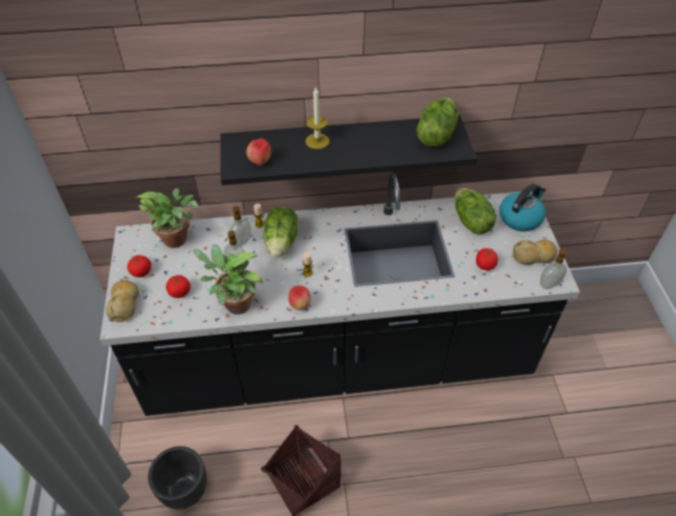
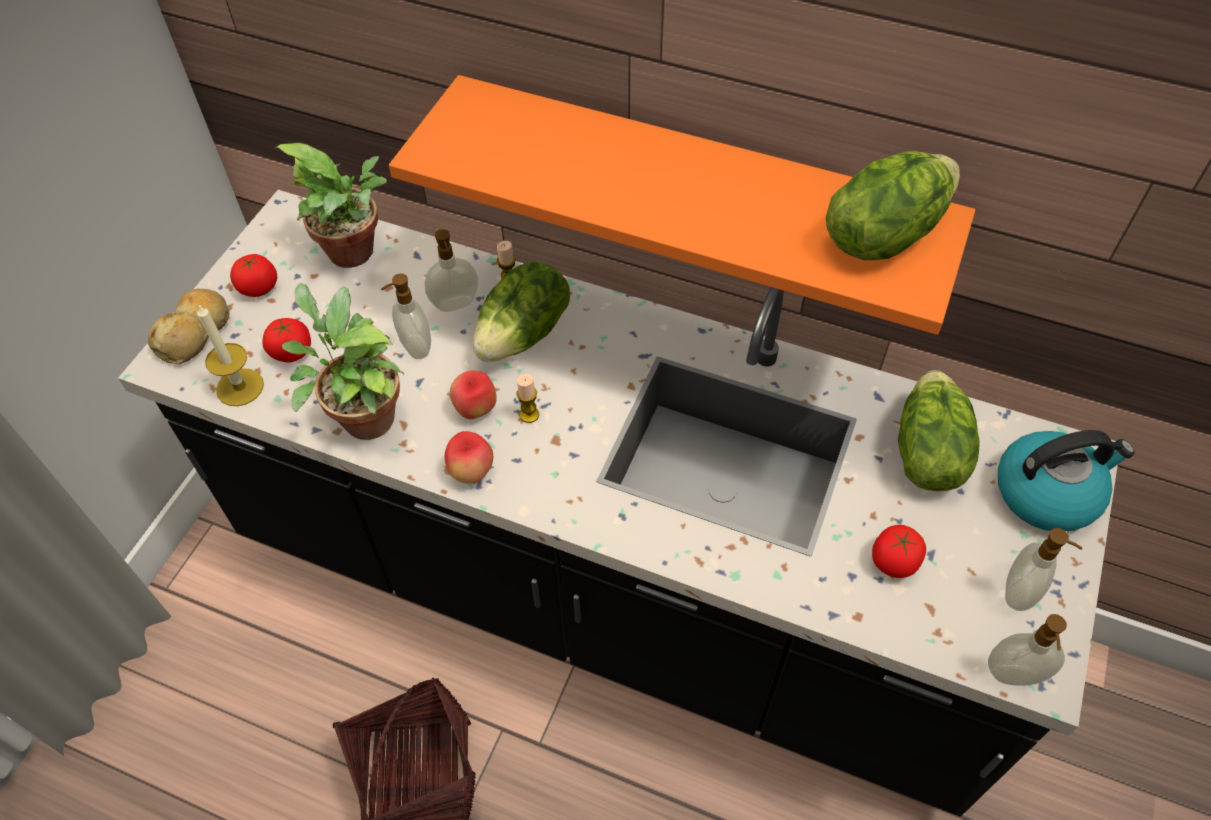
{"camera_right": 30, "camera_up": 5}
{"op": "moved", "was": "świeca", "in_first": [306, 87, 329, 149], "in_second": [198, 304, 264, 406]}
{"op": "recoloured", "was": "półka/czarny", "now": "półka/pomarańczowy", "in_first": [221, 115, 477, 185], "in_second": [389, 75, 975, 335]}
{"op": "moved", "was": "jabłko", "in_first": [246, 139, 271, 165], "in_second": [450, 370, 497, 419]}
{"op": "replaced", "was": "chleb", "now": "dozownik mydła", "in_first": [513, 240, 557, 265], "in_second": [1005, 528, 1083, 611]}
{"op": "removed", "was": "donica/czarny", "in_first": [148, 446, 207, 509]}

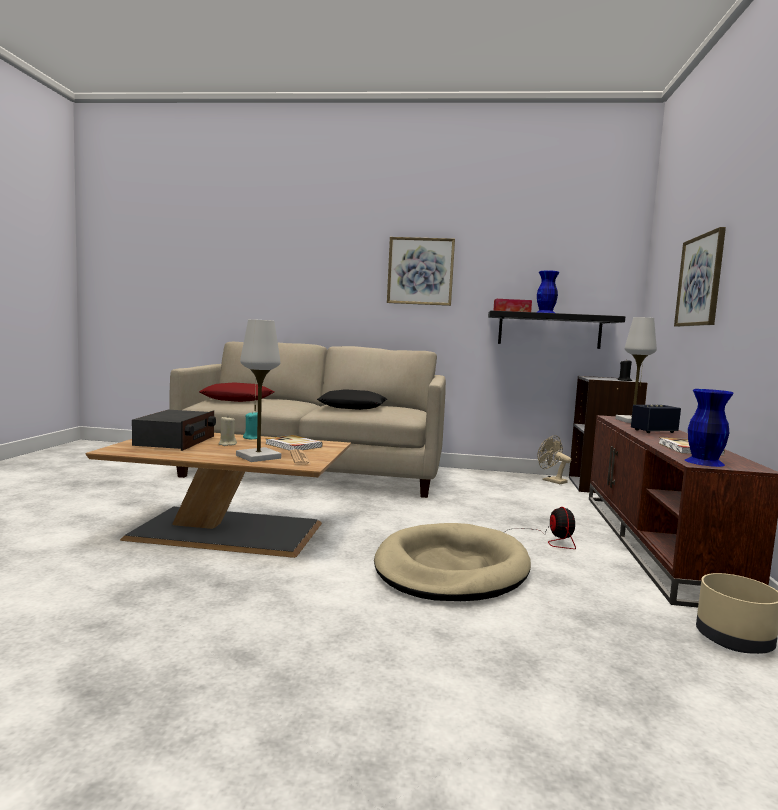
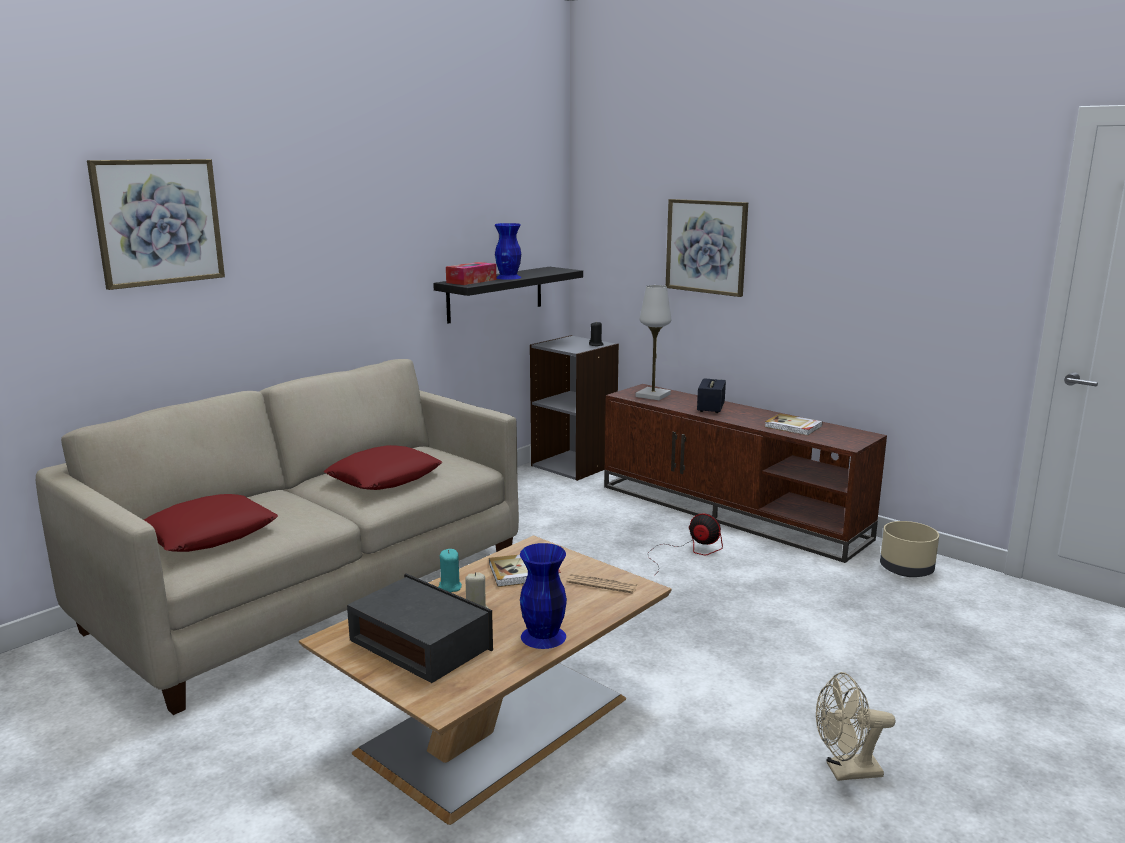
{"camera_right": -55, "camera_up": 10}
{"op": "moved", "was": "obraz", "in_first": [387, 237, 455, 306], "in_second": [87, 159, 225, 290]}
{"op": "removed", "was": "lampa stołowa/biały", "in_first": [236, 319, 281, 462]}
{"op": "recoloured", "was": "poduszka/czarny", "now": "poduszka/czerwony", "in_first": [317, 389, 387, 410], "in_second": [324, 445, 442, 490]}
{"op": "moved", "was": "wazon/niebieski", "in_first": [685, 389, 734, 467], "in_second": [520, 543, 567, 649]}
{"op": "moved", "was": "wentylator/beżowy", "in_first": [537, 435, 571, 484], "in_second": [816, 672, 895, 781]}
{"op": "removed", "was": "legowisko/beżowy", "in_first": [374, 523, 531, 601]}

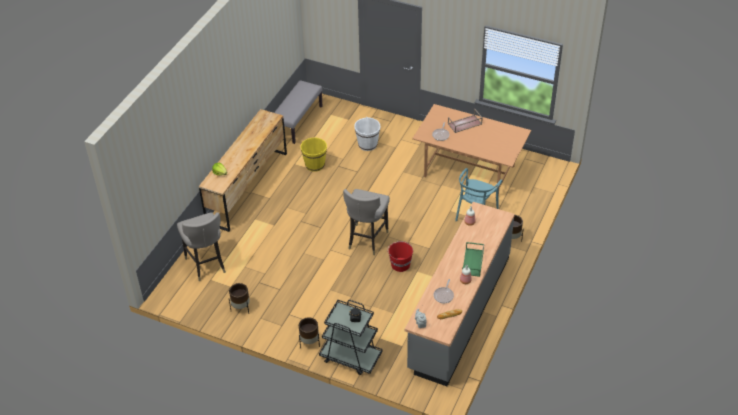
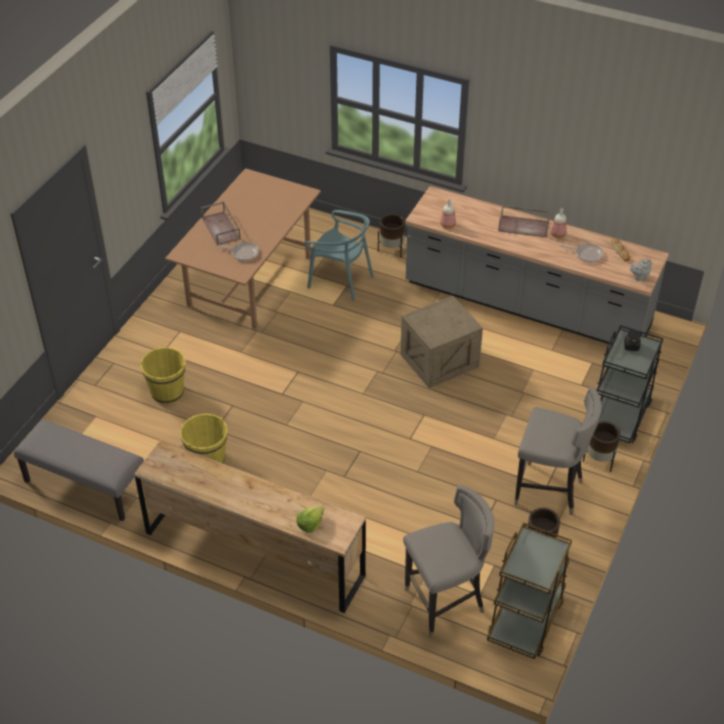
{"camera_right": -90, "camera_up": 0}
{"op": "recoloured", "was": "wiadro/biały", "now": "wiadro/żółty", "in_first": [354, 117, 380, 151], "in_second": [140, 347, 185, 404]}
{"op": "moved", "was": "stołek/szary", "in_first": [343, 189, 390, 255], "in_second": [515, 387, 602, 516]}
{"op": "replaced", "was": "wiadro/czerwony", "now": "skrzynka", "in_first": [387, 241, 413, 272], "in_second": [401, 296, 483, 388]}
{"op": "recoloured", "was": "taca/zielony", "now": "taca/brązowy", "in_first": [462, 242, 484, 277], "in_second": [498, 205, 550, 237]}
{"op": "added", "now": "wózek/brązowy", "in_second": [487, 522, 572, 659]}

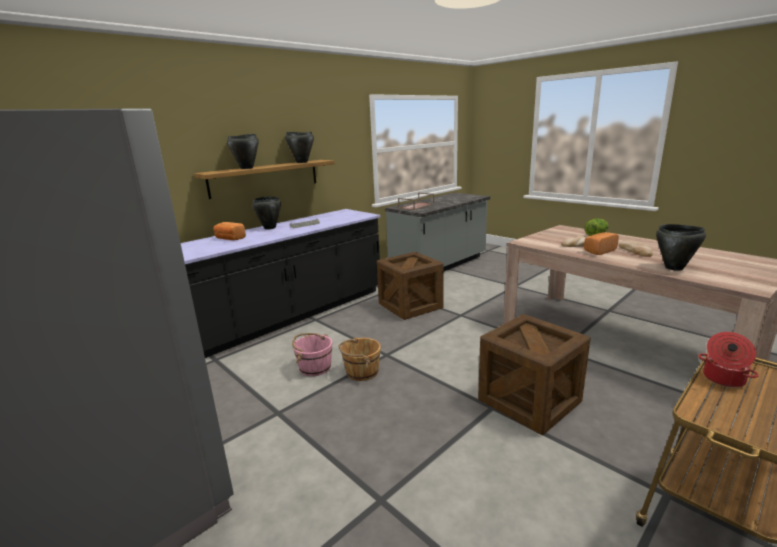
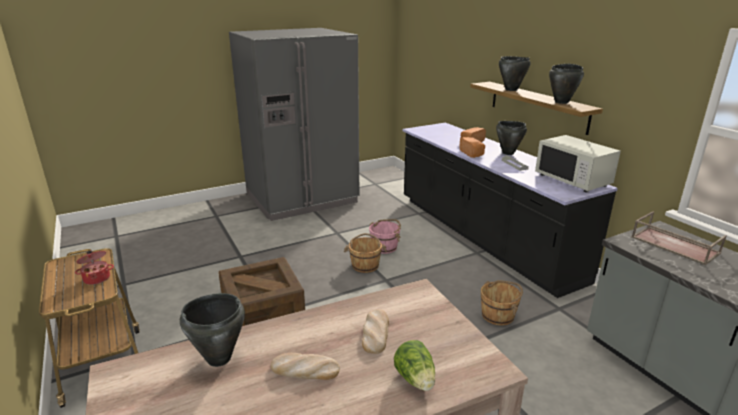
{"camera_right": 105, "camera_up": 5}
{"op": "moved", "was": "chleb", "in_first": [584, 232, 619, 255], "in_second": [459, 137, 485, 158]}
{"op": "replaced", "was": "skrzynka", "now": "wiadro/brązowy", "in_first": [377, 252, 444, 320], "in_second": [481, 280, 523, 325]}
{"op": "added", "now": "mikrofalówka/biały", "in_second": [535, 135, 621, 193]}

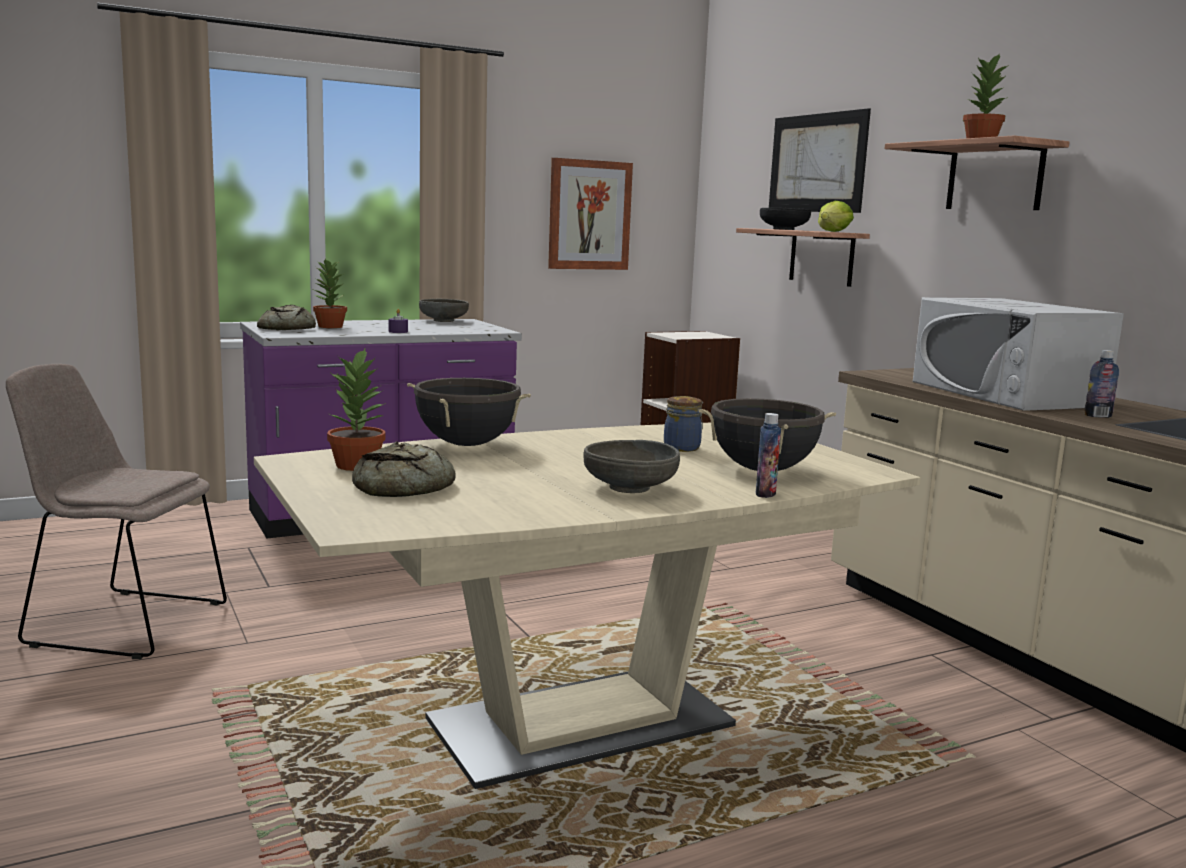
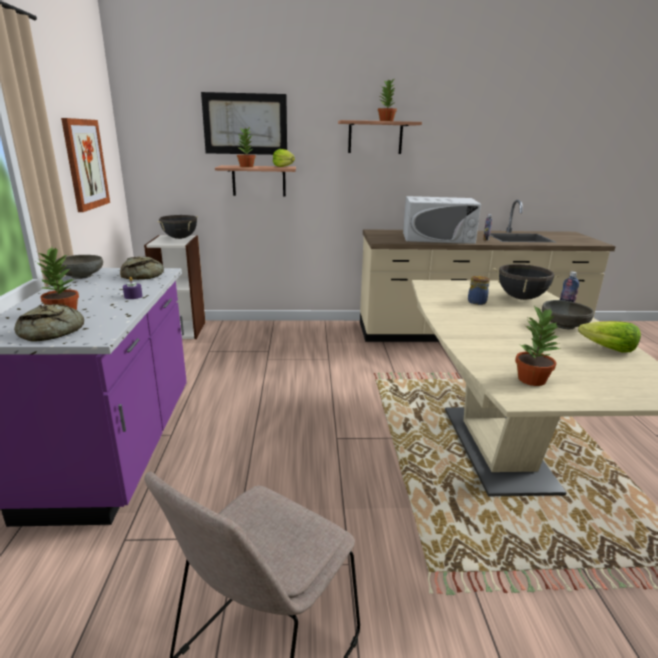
{"camera_right": -65, "camera_up": 10}
{"op": "replaced", "was": "miska/czarny", "now": "roślina doniczkowa", "in_first": [760, 208, 811, 230], "in_second": [236, 127, 256, 167]}
{"op": "moved", "was": "garnek/czarny", "in_first": [407, 378, 531, 446], "in_second": [157, 215, 198, 239]}
{"op": "moved", "was": "chleb", "in_first": [352, 441, 456, 497], "in_second": [120, 256, 164, 280]}
{"op": "added", "now": "sałata", "in_second": [578, 321, 641, 353]}

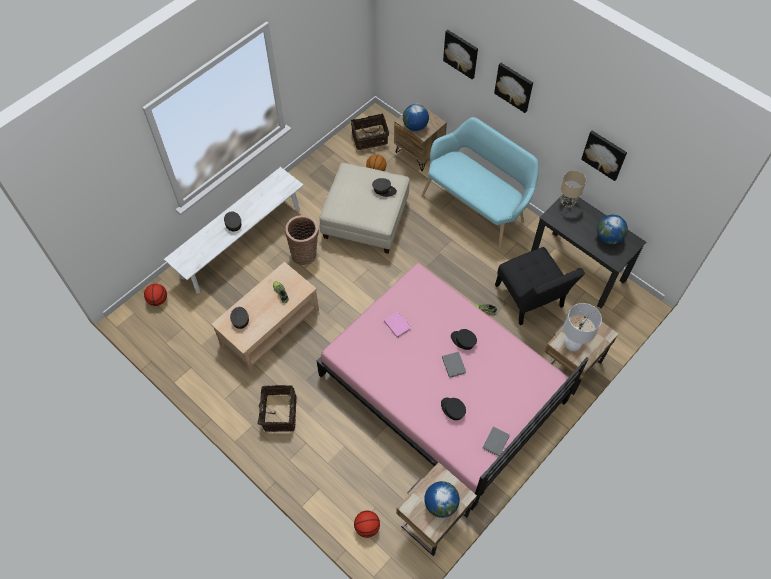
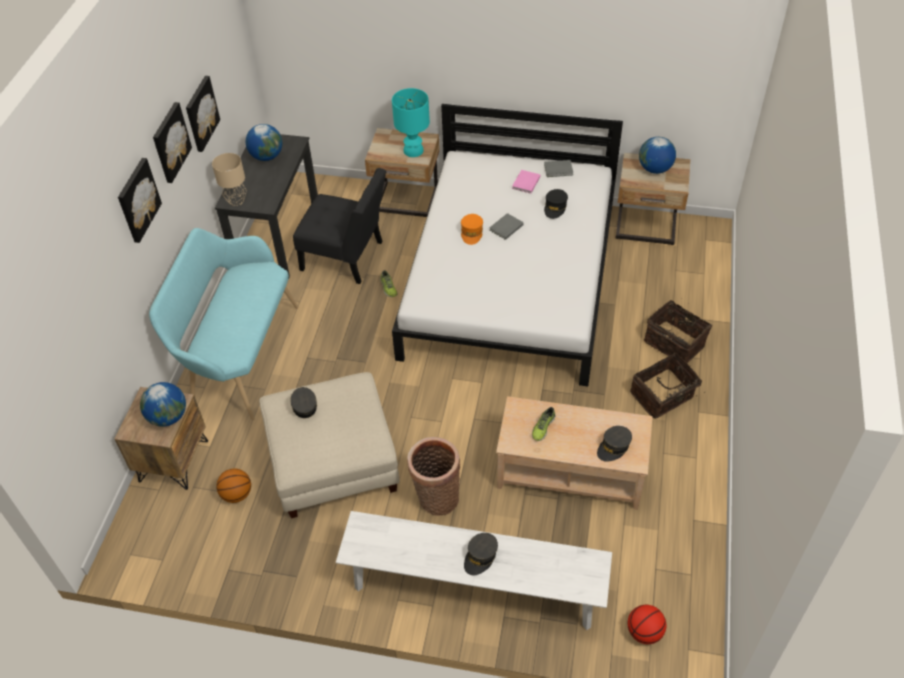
{"camera_right": -120, "camera_up": -10}
{"op": "moved", "was": "obraz", "in_first": [443, 30, 478, 79], "in_second": [153, 102, 192, 183]}
{"op": "moved", "was": "koszyk", "in_first": [351, 114, 389, 150], "in_second": [644, 300, 712, 363]}
{"op": "turned", "was": "krzesło/czarny", "in_first": [495, 247, 585, 325], "in_second": [293, 168, 386, 284], "clockwise": 75}
{"op": "recoloured", "was": "łóżko/różowy", "now": "łóżko/biały", "in_first": [317, 263, 589, 510], "in_second": [392, 104, 623, 386]}
{"op": "recoloured", "was": "lampa stołowa/biały", "now": "lampa stołowa/turkusowy", "in_first": [564, 303, 602, 351], "in_second": [392, 88, 430, 157]}
{"op": "moved", "was": "książka/różowy", "in_first": [384, 312, 411, 338], "in_second": [512, 170, 540, 193]}
{"op": "recoloured", "was": "czapka z daszkiem/czarny", "now": "czapka z daszkiem/pomarańczowy", "in_first": [451, 329, 477, 350], "in_second": [461, 214, 483, 245]}
{"op": "removed", "was": "piłka do koszykówki", "in_first": [354, 510, 380, 538]}

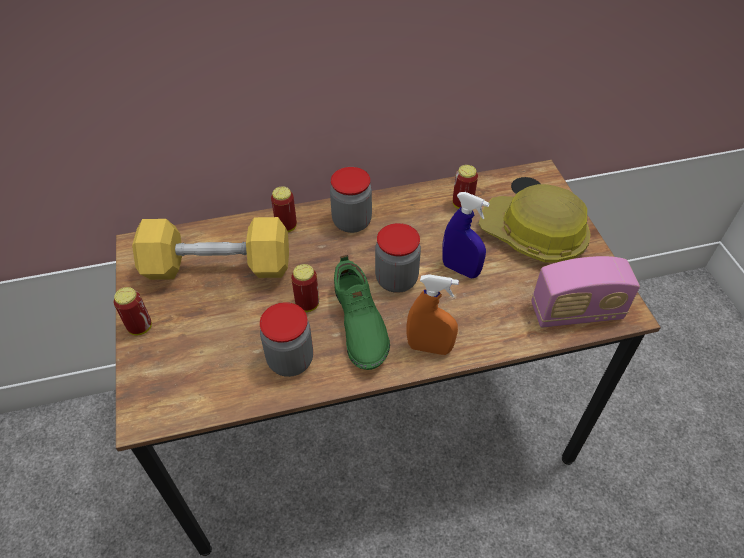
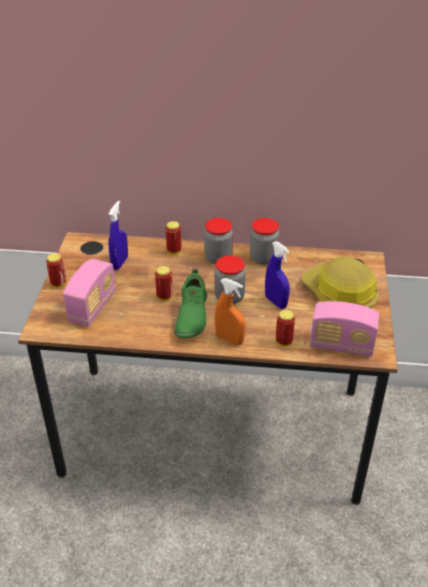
{"camera_right": 20, "camera_up": -10}
{"op": "moved", "was": "puszka", "in_first": [453, 165, 478, 209], "in_second": [276, 310, 295, 346]}
{"op": "replaced", "was": "hantel/żółty", "now": "spryskiwacz/niebieski", "in_first": [132, 217, 289, 280], "in_second": [108, 201, 128, 270]}
{"op": "moved", "was": "słoik", "in_first": [260, 302, 313, 377], "in_second": [250, 218, 279, 265]}
{"op": "added", "now": "radio", "in_second": [63, 259, 116, 326]}

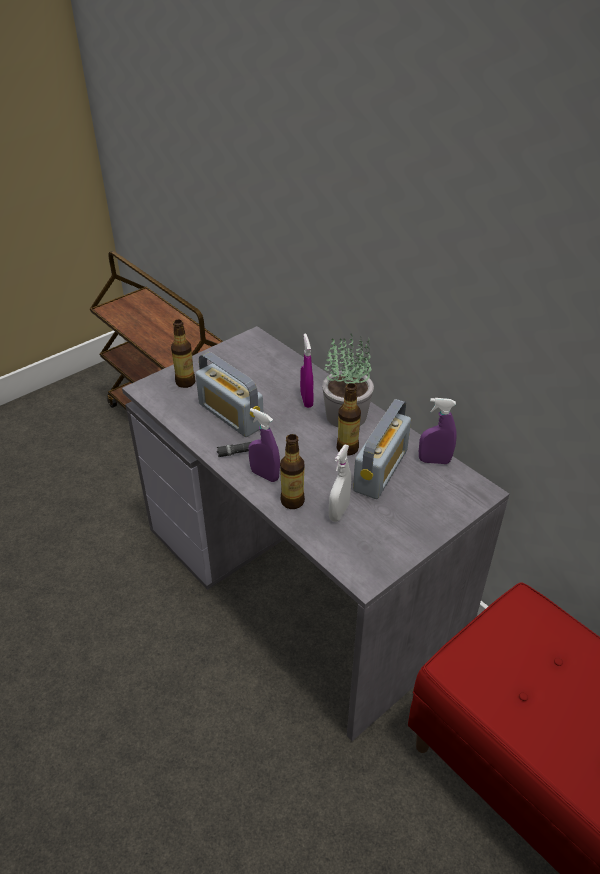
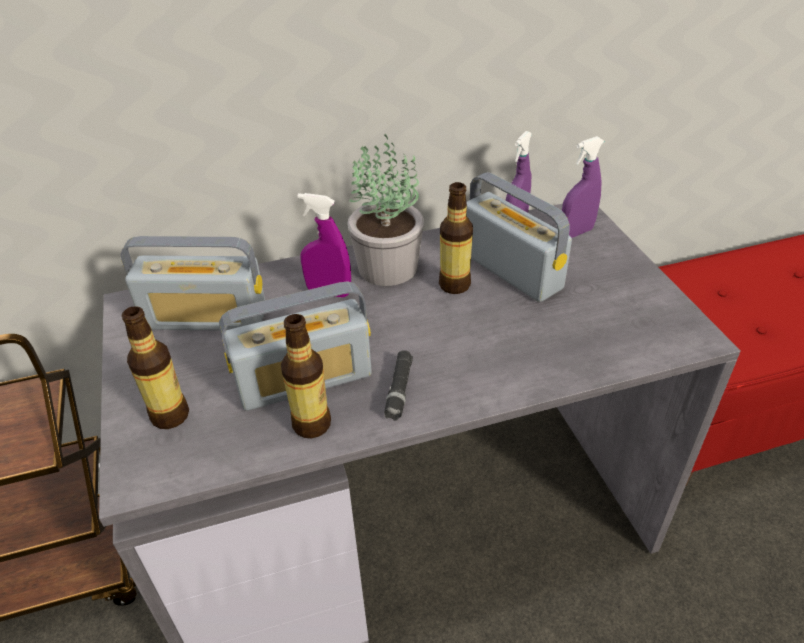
{"camera_right": -65, "camera_up": 0}
{"op": "moved", "was": "spryskiwacz/fioletowy", "in_first": [249, 408, 280, 482], "in_second": [562, 136, 604, 238]}
{"op": "moved", "was": "butelka", "in_first": [280, 434, 305, 509], "in_second": [281, 314, 331, 438]}
{"op": "removed", "was": "spryskiwacz/biały", "in_first": [329, 444, 351, 522]}
{"op": "added", "now": "radio", "in_second": [120, 236, 265, 331]}

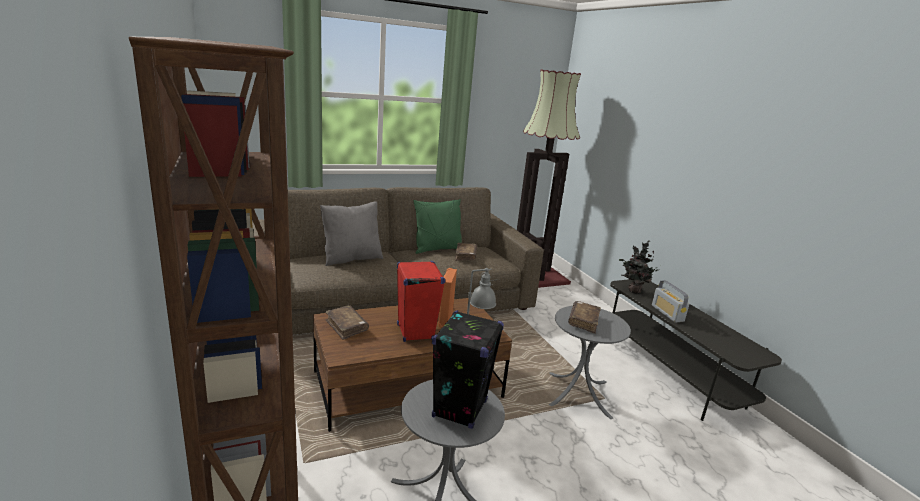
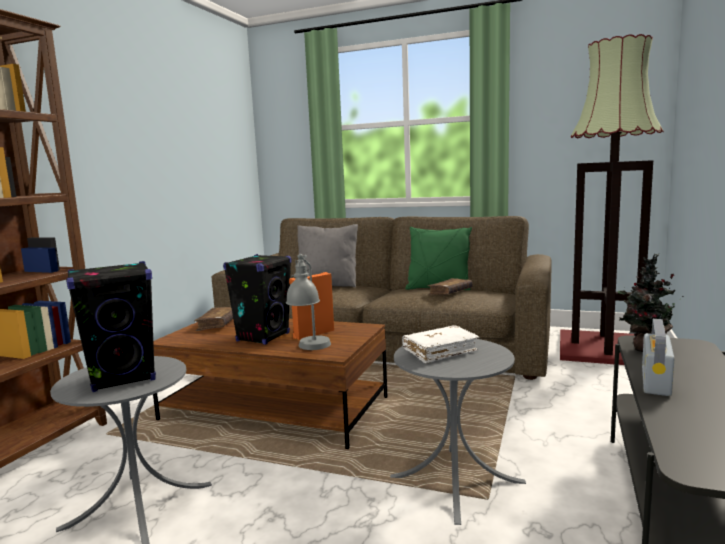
{"camera_right": 45, "camera_up": -10}
{"op": "recoloured", "was": "głośnik/czerwony", "now": "głośnik/czarny", "in_first": [397, 261, 446, 342], "in_second": [223, 254, 291, 345]}
{"op": "recoloured", "was": "książka/brązowy", "now": "książka/biały", "in_first": [568, 301, 601, 334], "in_second": [402, 325, 480, 364]}

